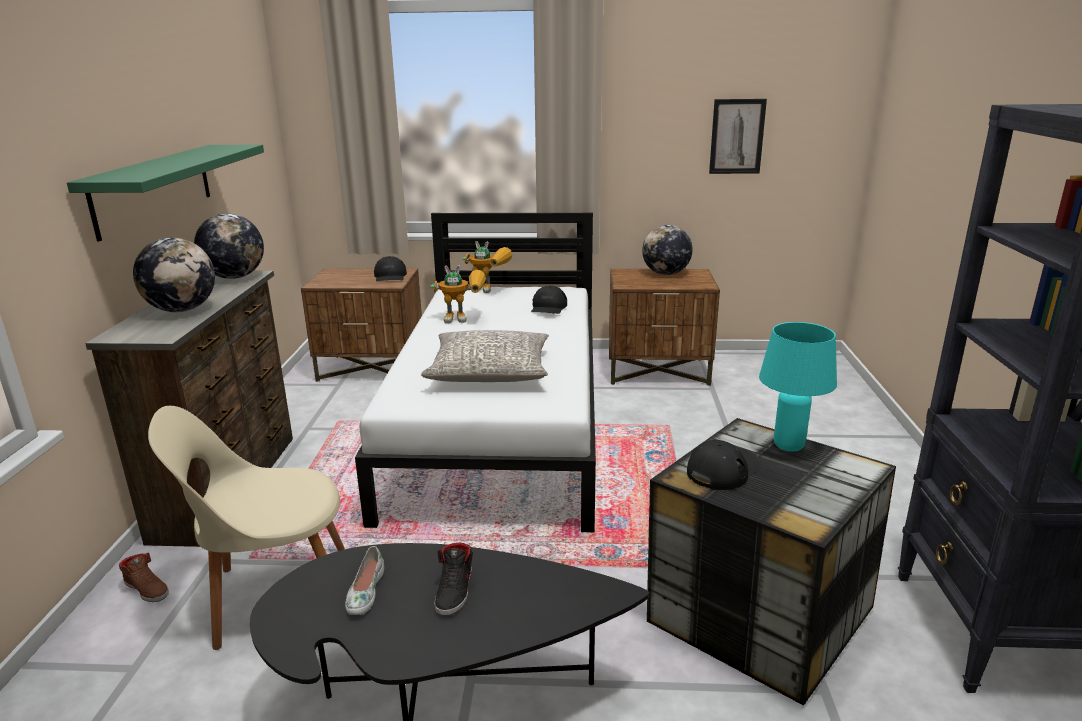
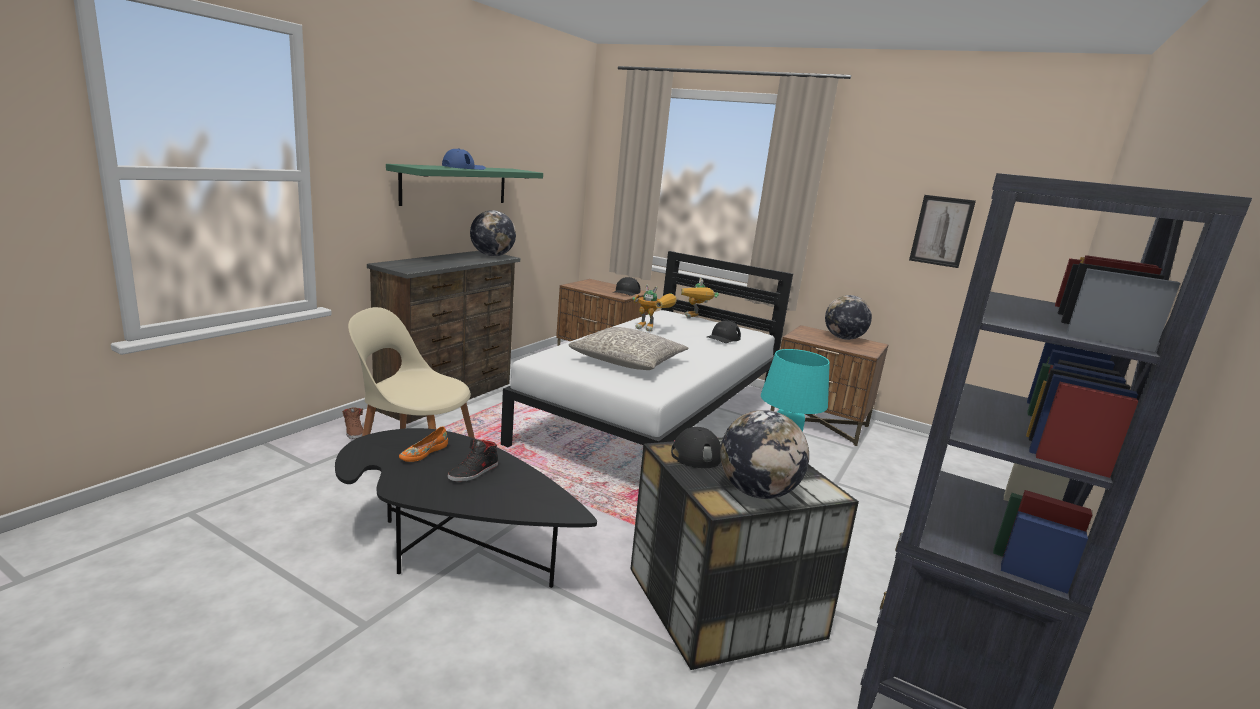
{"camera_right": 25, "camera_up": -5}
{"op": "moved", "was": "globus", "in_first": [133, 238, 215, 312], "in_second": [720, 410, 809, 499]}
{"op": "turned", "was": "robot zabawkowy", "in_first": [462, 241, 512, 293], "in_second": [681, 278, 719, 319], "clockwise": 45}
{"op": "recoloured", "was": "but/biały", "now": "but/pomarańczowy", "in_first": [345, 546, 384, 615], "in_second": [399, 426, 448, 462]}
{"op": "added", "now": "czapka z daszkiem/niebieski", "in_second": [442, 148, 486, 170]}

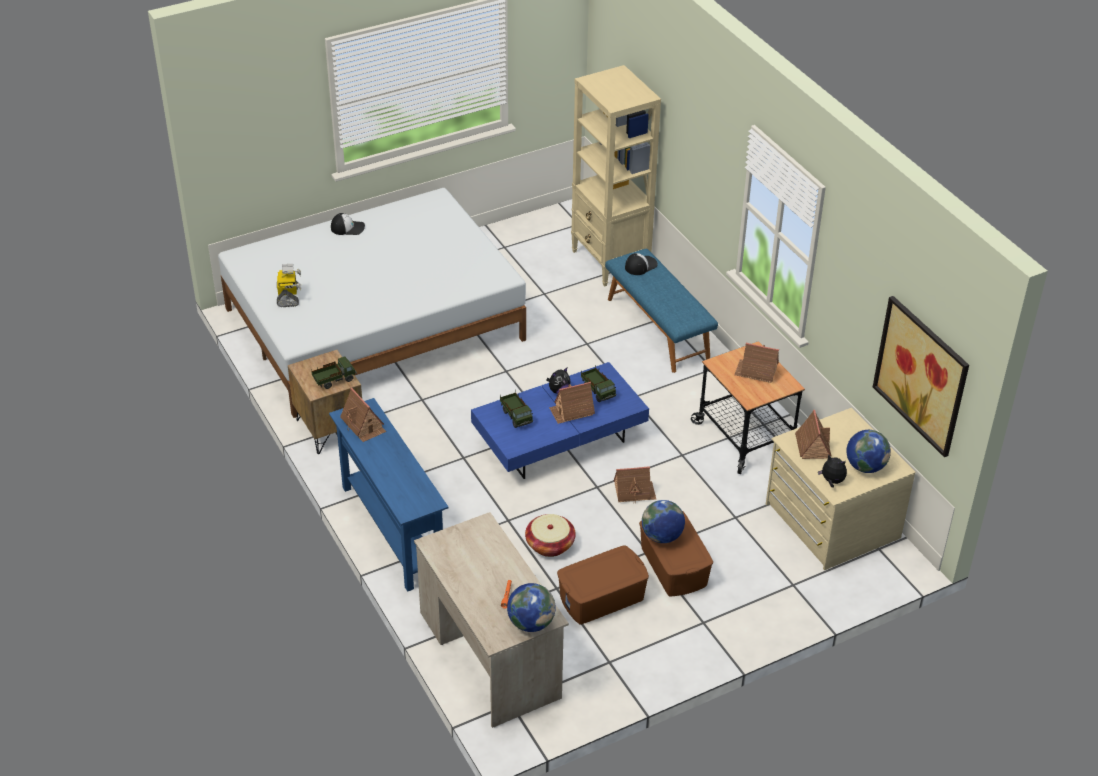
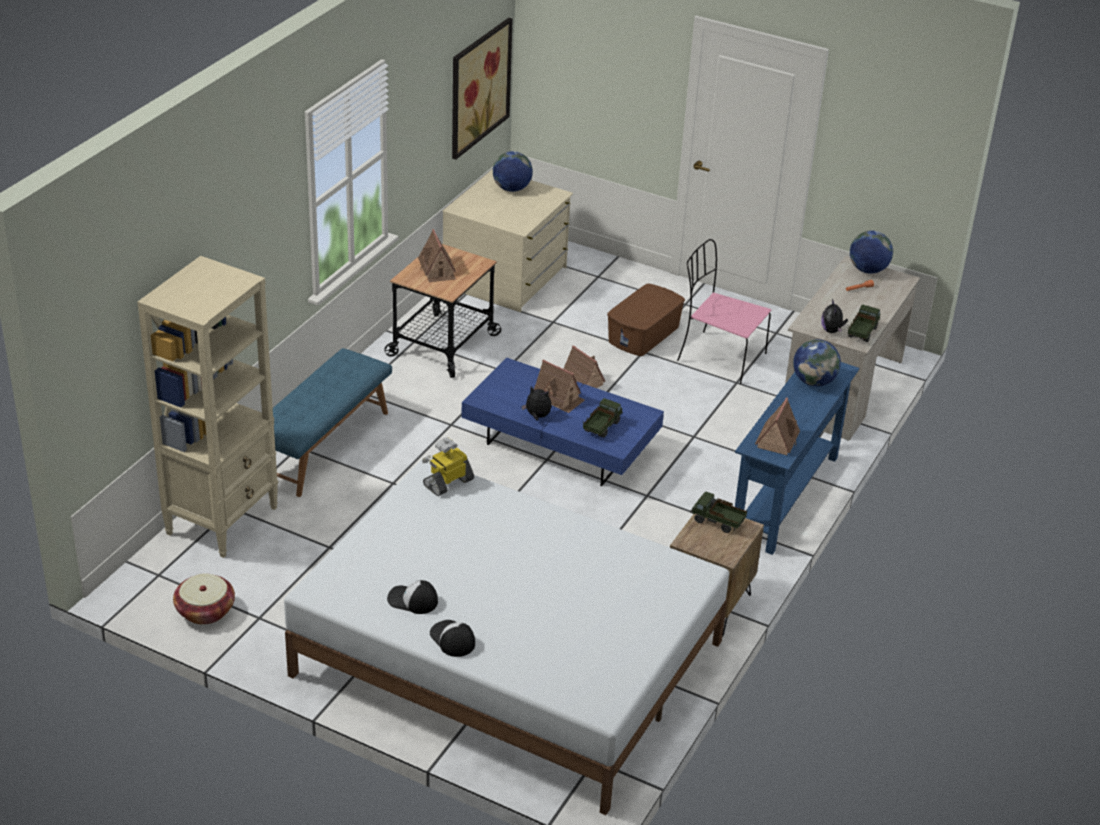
{"camera_right": -125, "camera_up": -5}
{"op": "moved", "was": "czapka z daszkiem", "in_first": [625, 253, 658, 275], "in_second": [387, 580, 438, 614]}
{"op": "moved", "was": "robot zabawkowy", "in_first": [277, 264, 301, 307], "in_second": [422, 437, 474, 496]}
{"op": "moved", "was": "ciężarówka zabawkowa", "in_first": [581, 365, 616, 402], "in_second": [847, 305, 880, 342]}
{"op": "removed", "was": "domek", "in_first": [795, 410, 831, 459]}
{"op": "moved", "was": "pluszak", "in_first": [818, 454, 847, 488], "in_second": [821, 299, 848, 333]}
{"op": "moved", "was": "globus", "in_first": [642, 500, 685, 543], "in_second": [793, 339, 841, 386]}
{"op": "moved", "was": "koszyk", "in_first": [525, 514, 575, 557], "in_second": [173, 574, 235, 625]}
{"op": "replaced", "was": "pojemnik do przechowywania/brązowy", "now": "krzesło/różowy", "in_first": [557, 546, 649, 625], "in_second": [677, 239, 772, 384]}

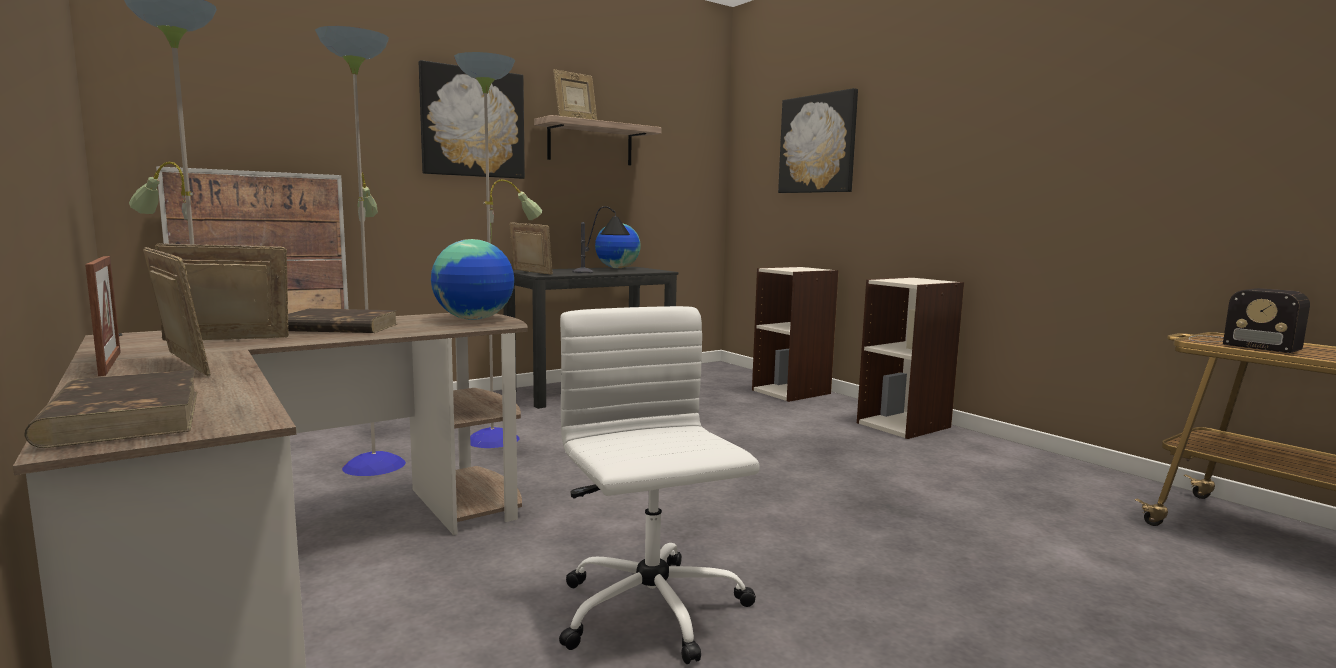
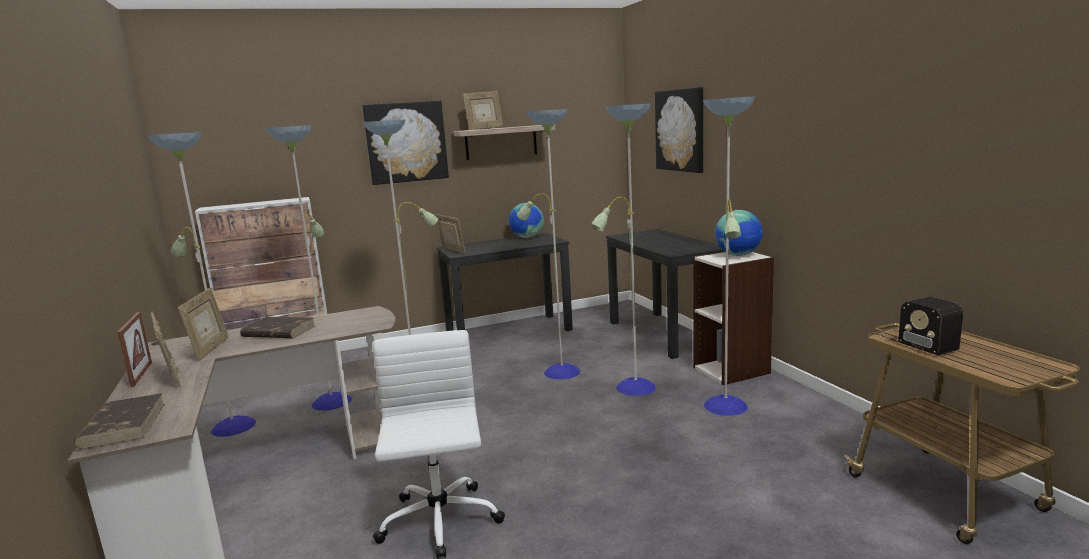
{"camera_right": 15, "camera_up": 5}
{"op": "removed", "was": "lampa stołowa", "in_first": [572, 206, 630, 273]}
{"op": "moved", "was": "globus", "in_first": [431, 239, 514, 320], "in_second": [715, 210, 763, 256]}
{"op": "turned", "was": "ramka na zdjęcie", "in_first": [155, 243, 289, 341], "in_second": [178, 288, 229, 360], "clockwise": 105}
{"op": "replaced", "was": "regał", "now": "biurko/czarny", "in_first": [752, 267, 839, 402], "in_second": [606, 229, 724, 359]}
{"op": "added", "now": "lampa stojąca", "in_second": [517, 96, 755, 416]}

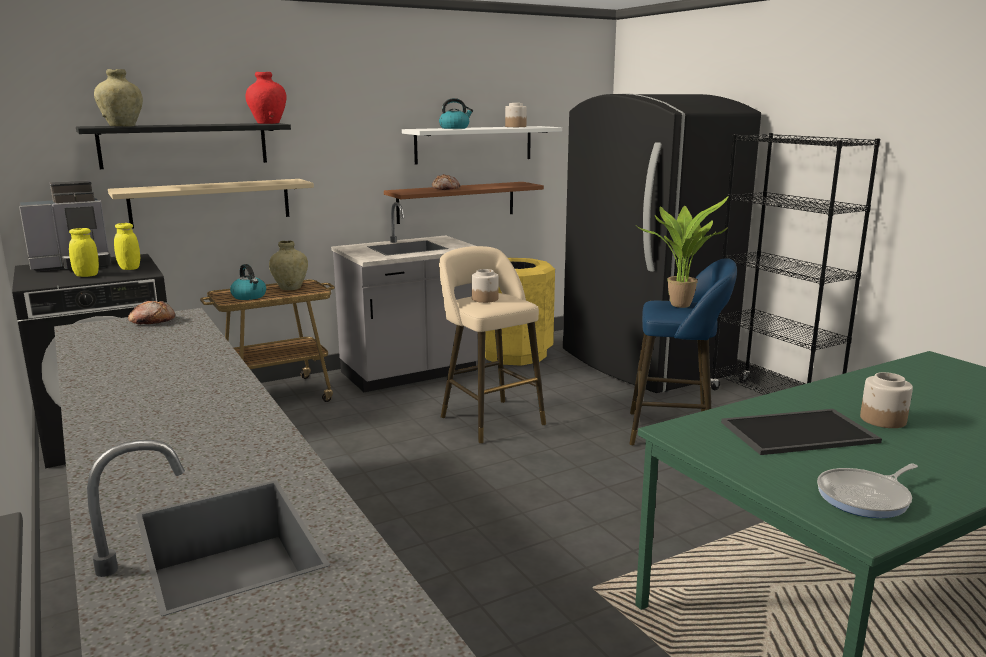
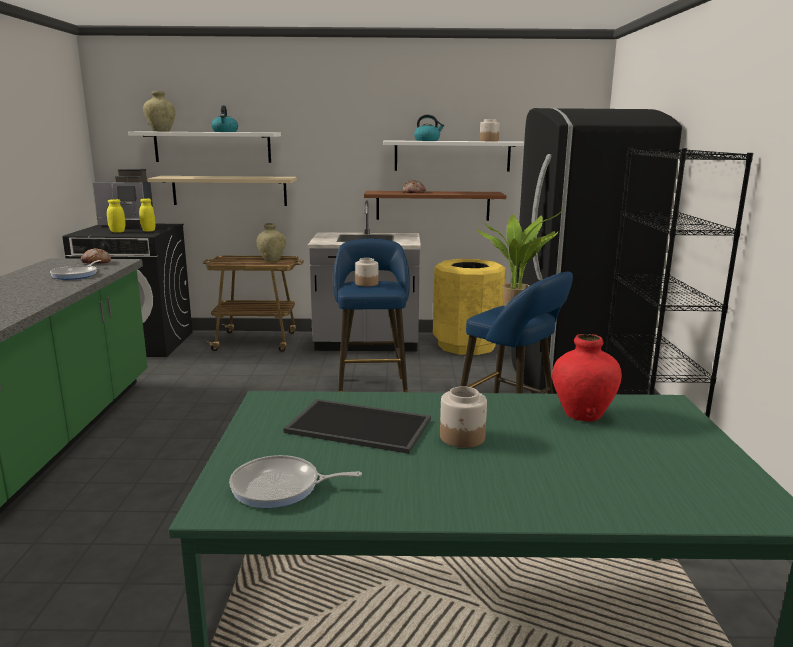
{"camera_right": 30, "camera_up": 0}
{"op": "moved", "was": "wazon/czerwony", "in_first": [246, 72, 287, 124], "in_second": [552, 334, 622, 421]}
{"op": "recoloured", "was": "półka/czarny", "now": "półka/biały", "in_first": [76, 123, 291, 169], "in_second": [128, 132, 281, 163]}
{"op": "recoloured", "was": "stołek/beżowy", "now": "stołek/niebieski", "in_first": [439, 246, 546, 443], "in_second": [333, 239, 410, 392]}
{"op": "moved", "was": "czajnik", "in_first": [230, 264, 266, 300], "in_second": [211, 105, 238, 132]}
{"op": "added", "now": "patelnia", "in_second": [50, 260, 101, 280]}

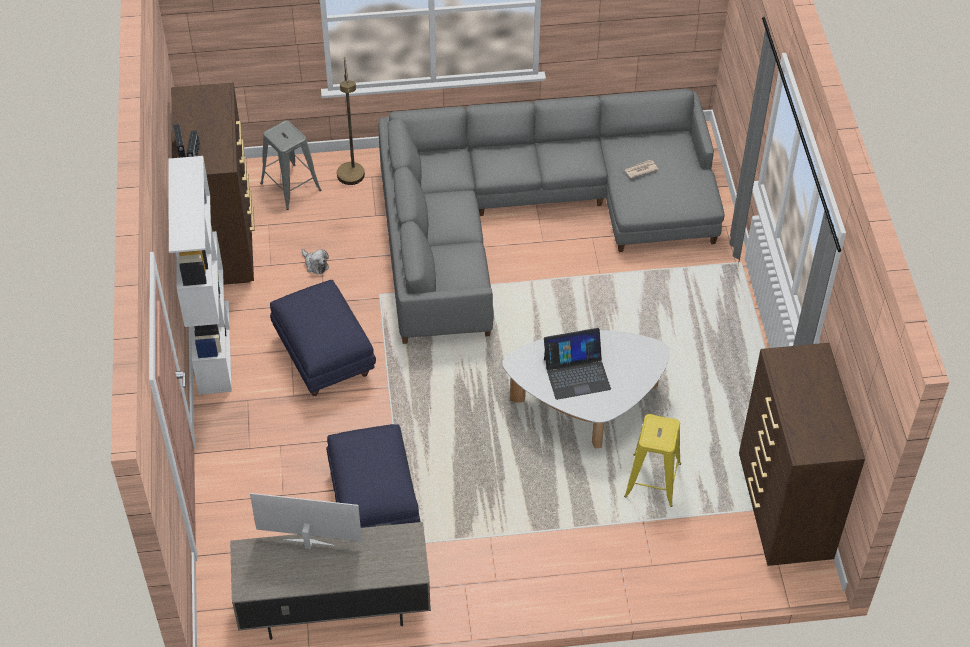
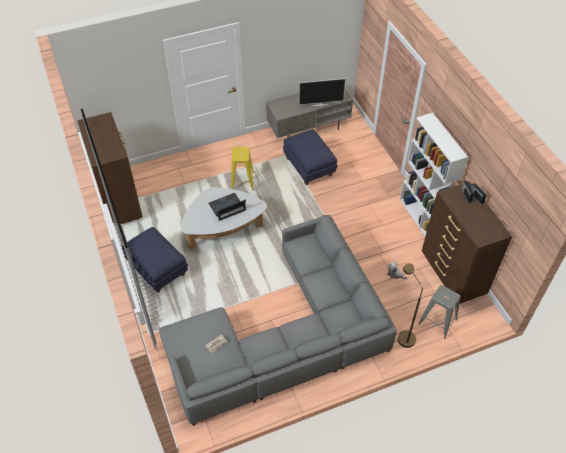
{"camera_right": 165, "camera_up": 0}
{"op": "moved", "was": "pufa/niebieski", "in_first": [270, 280, 376, 396], "in_second": [122, 227, 188, 293]}
{"op": "moved", "was": "stołek/żółty", "in_first": [624, 414, 681, 507], "in_second": [231, 147, 254, 191]}

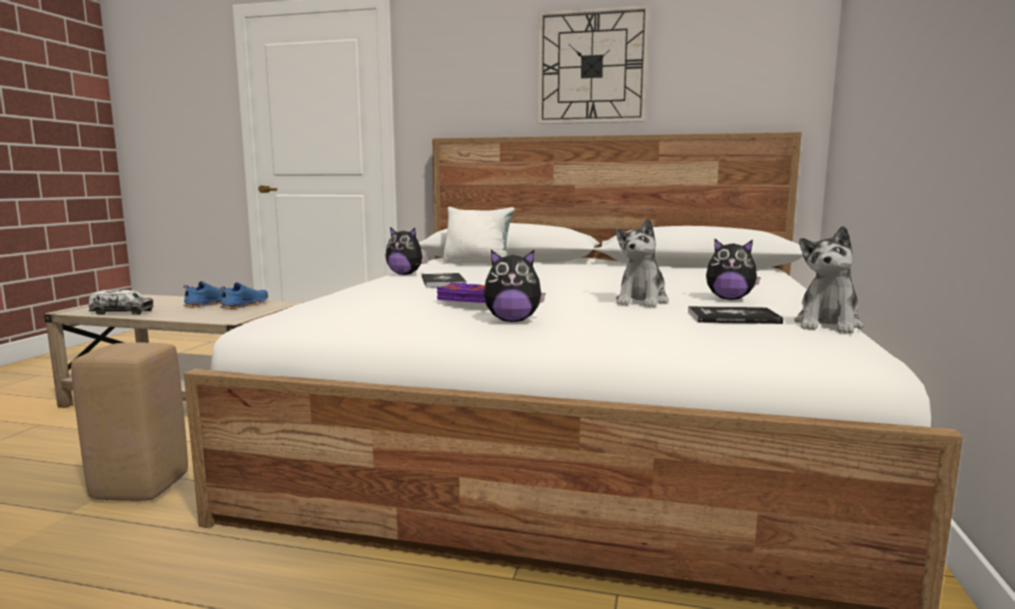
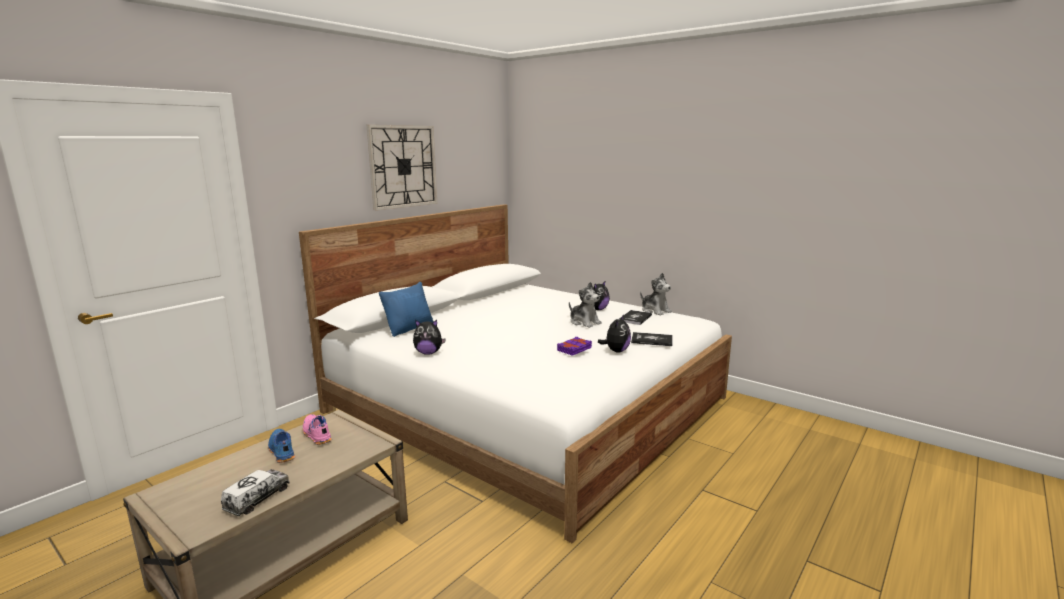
{"camera_right": -65, "camera_up": 5}
{"op": "recoloured", "was": "poduszka/biały", "now": "poduszka/niebieski", "in_first": [443, 207, 515, 264], "in_second": [379, 282, 434, 337]}
{"op": "turned", "was": "pluszak", "in_first": [385, 227, 429, 275], "in_second": [413, 320, 446, 355], "clockwise": 45}
{"op": "moved", "was": "książka", "in_first": [422, 273, 467, 288], "in_second": [631, 332, 673, 346]}
{"op": "recoloured", "was": "but/niebieski", "now": "but/różowy", "in_first": [220, 282, 268, 309], "in_second": [303, 414, 332, 445]}
{"op": "removed", "was": "stołek/beżowy", "in_first": [71, 343, 188, 501]}

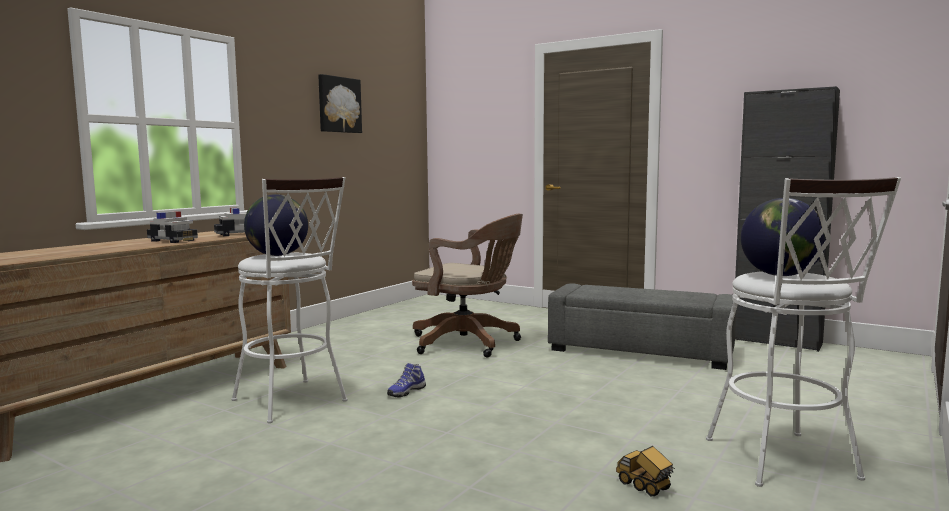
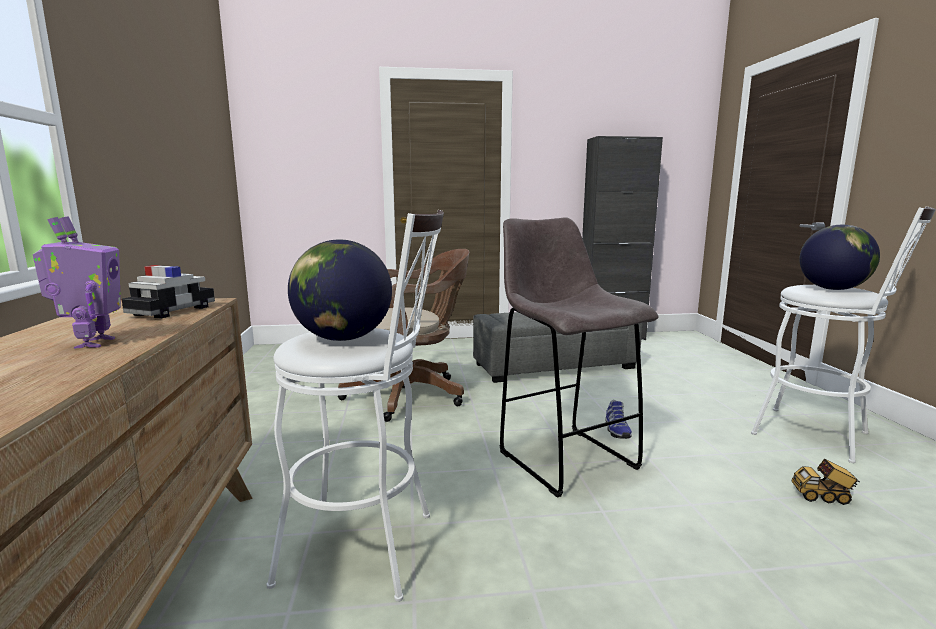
{"camera_right": -40, "camera_up": 5}
{"op": "removed", "was": "obraz", "in_first": [318, 74, 362, 133]}
{"op": "replaced", "was": "samochodzik", "now": "robot zabawkowy", "in_first": [147, 211, 198, 243], "in_second": [33, 216, 121, 349]}
{"op": "moved", "was": "but", "in_first": [387, 363, 426, 398], "in_second": [605, 400, 632, 439]}
{"op": "added", "now": "stołek/szary", "in_second": [499, 217, 659, 498]}

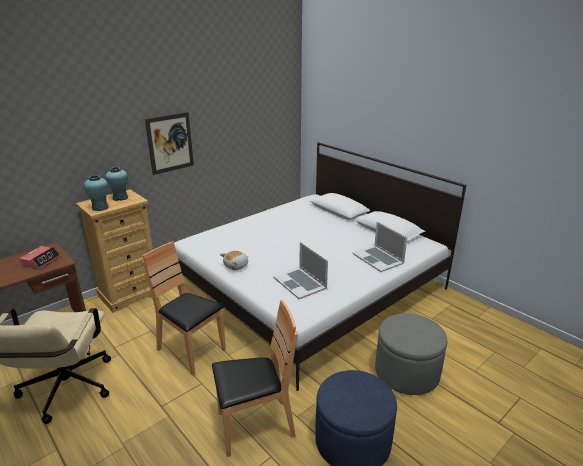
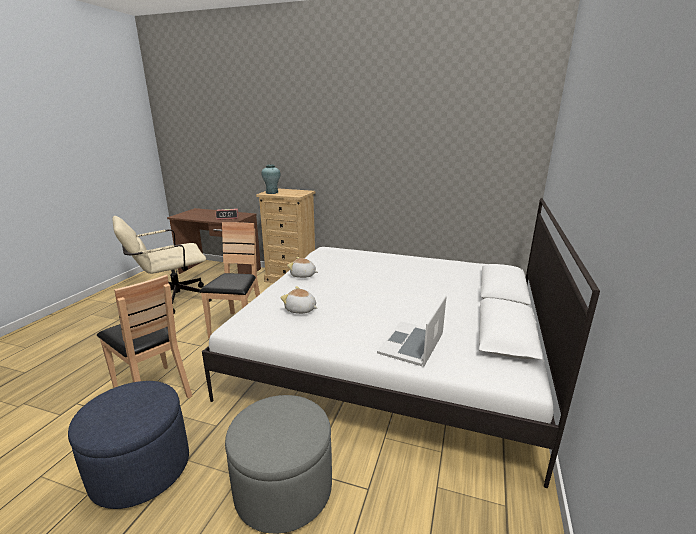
{"camera_right": 60, "camera_up": -5}
{"op": "removed", "was": "obraz", "in_first": [145, 112, 194, 175]}
{"op": "removed", "was": "wazon/turkusowy", "in_first": [105, 167, 128, 201]}
{"op": "replaced", "was": "laptop", "now": "pluszak", "in_first": [273, 242, 328, 299], "in_second": [280, 286, 317, 314]}

